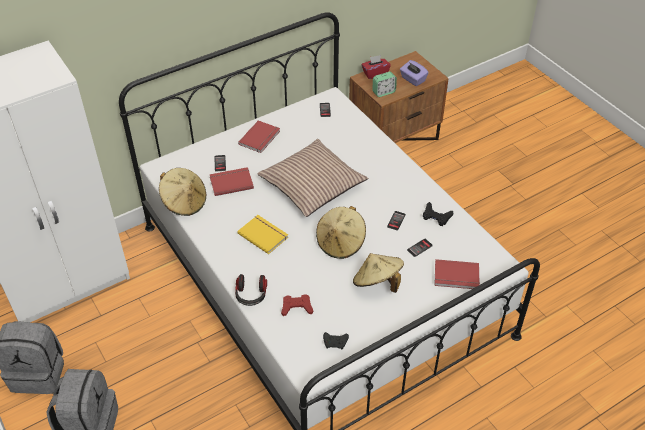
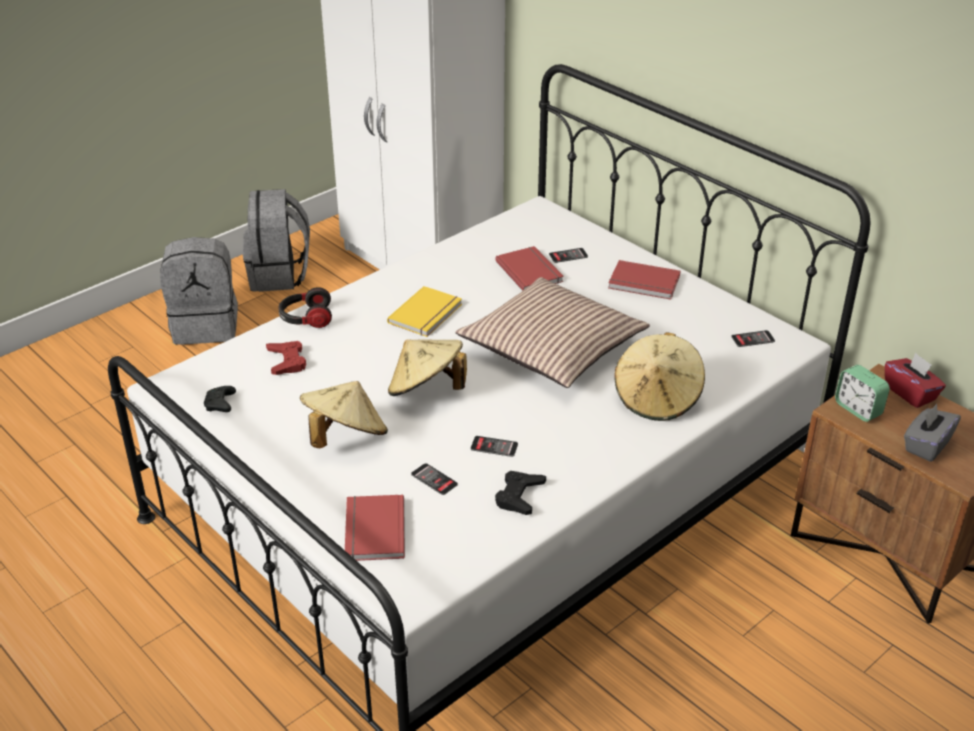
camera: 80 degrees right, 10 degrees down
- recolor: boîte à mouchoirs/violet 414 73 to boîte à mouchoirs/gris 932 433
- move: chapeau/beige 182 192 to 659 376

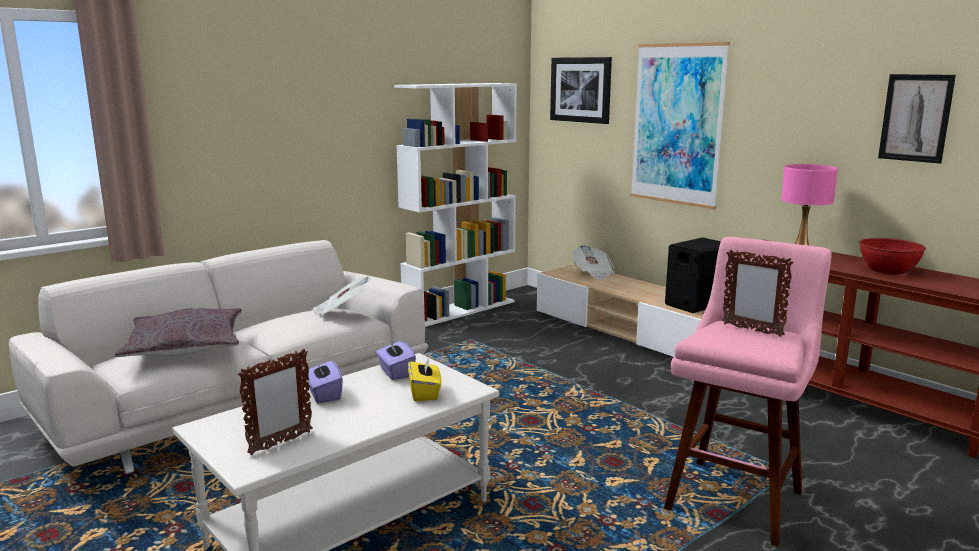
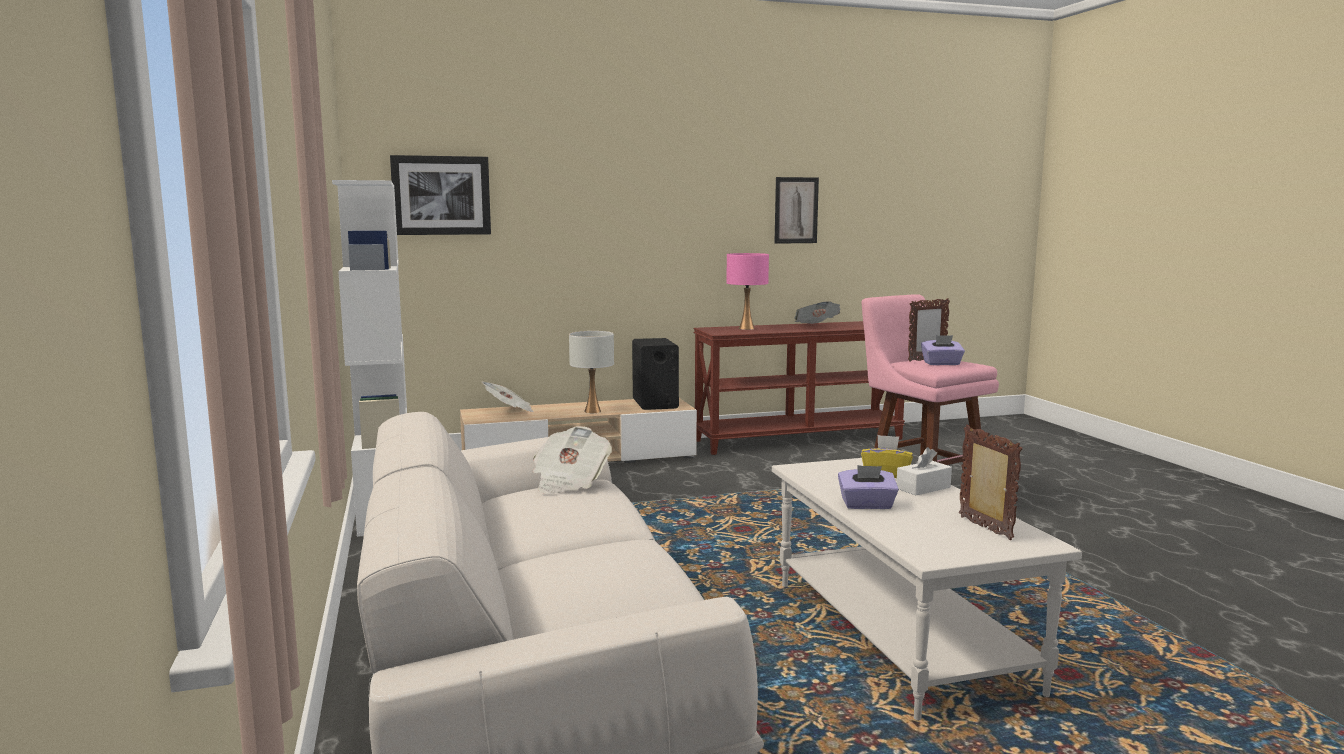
camera: 65 degrees left, 5 degrees down
- delete: tableau 680 125
- replace: bol/rouge 892 256 to journal 817 312
- delete: coussin/gris 178 332
- move: boîte à mouchoirs/violet 396 360 to 943 350
- insert: lampe de table/blanc 591 372
- insert: boîte à mouchoirs/blanc 924 471

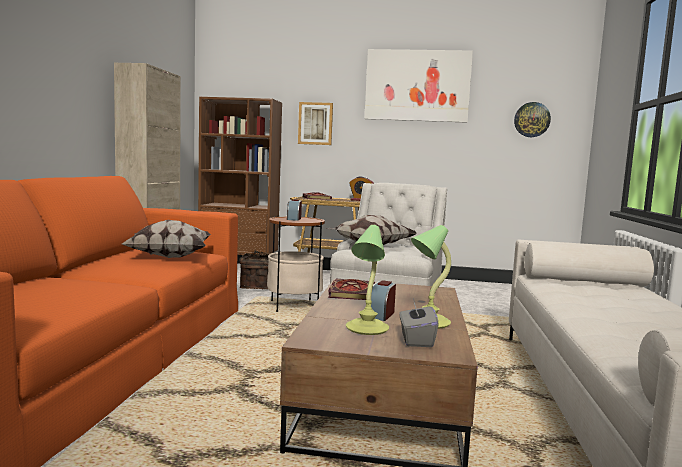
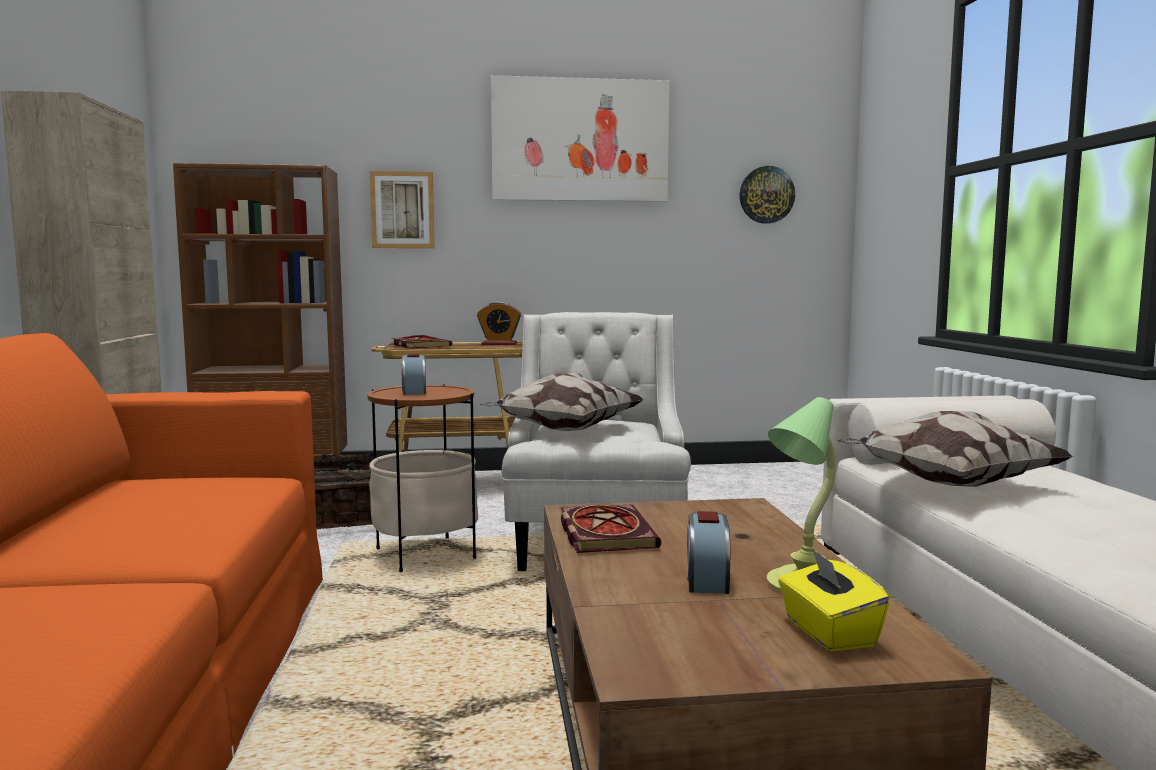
camera: 15 degrees left, 0 degrees up
- move: coussin 166 239 to 955 449
- delete: lampe de table 367 280
- recolor: boîte à mouchoirs/gris 419 322 to boîte à mouchoirs/jaune 834 600

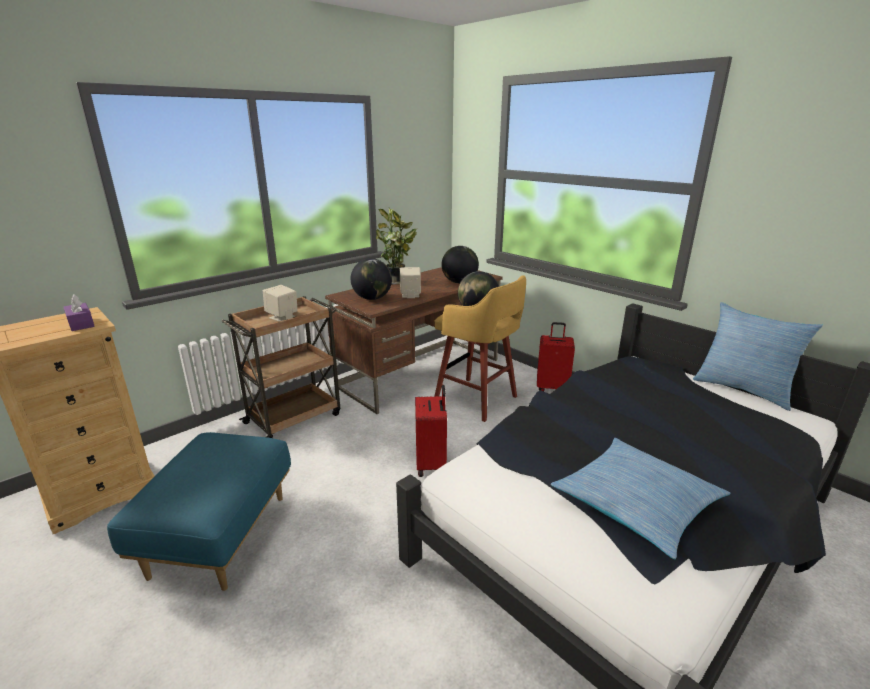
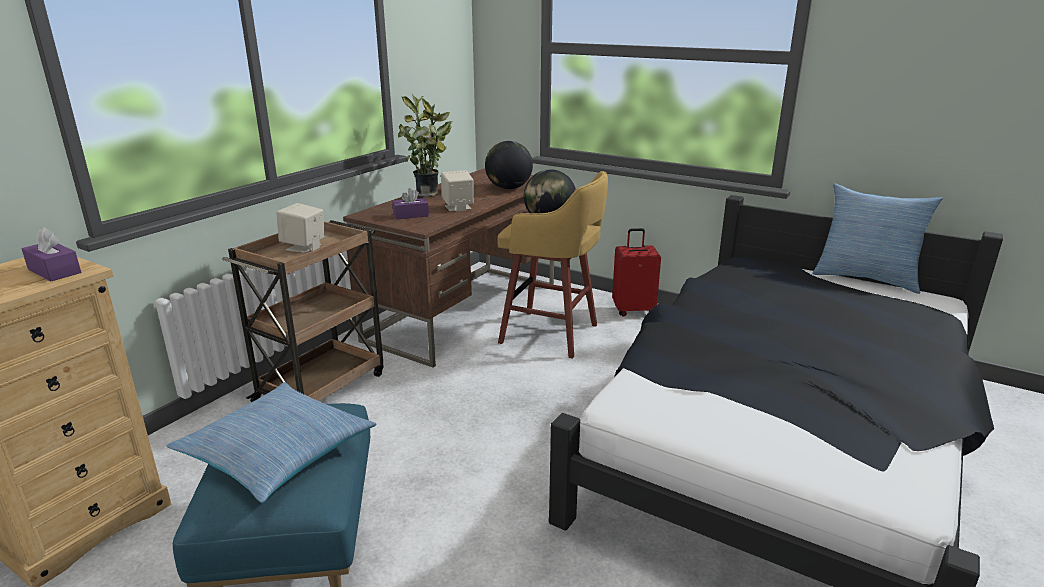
camera: 15 degrees left, 0 degrees up
- replace: globe 371 279 to boîte à mouchoirs/violet 410 203
- delete: valise/rouge 431 431
- move: coussin 640 498 to 272 442

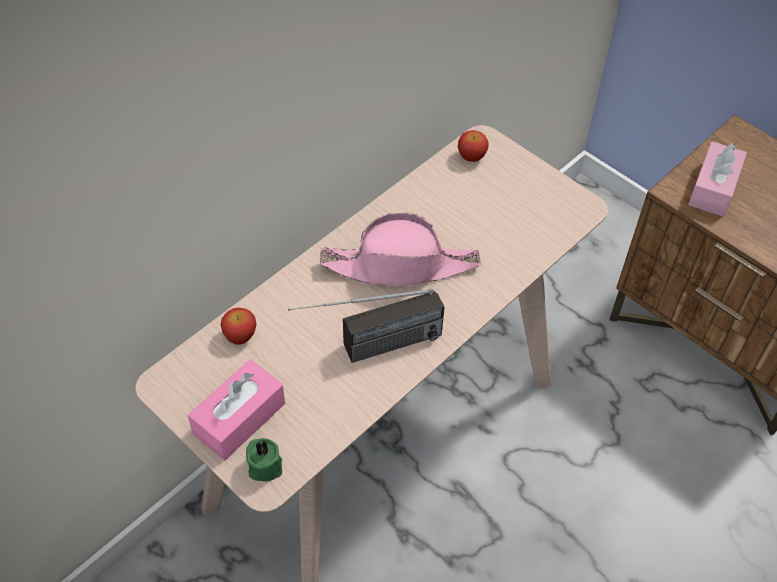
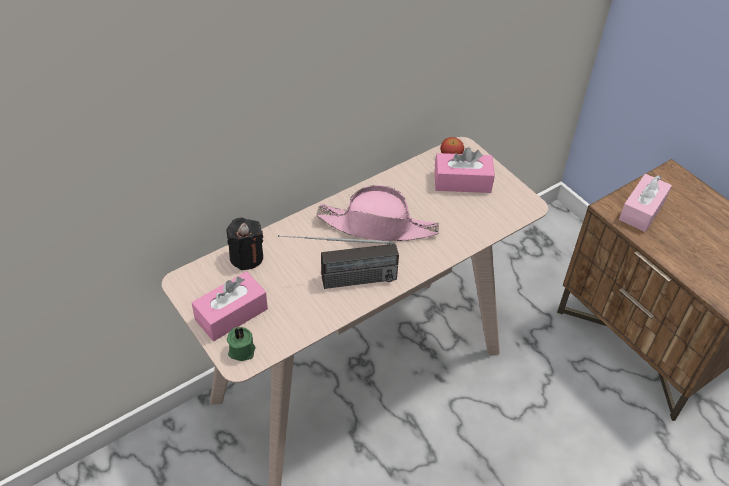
camera: 10 degrees right, 5 degrees down
- replace: pomme 239 326 to bougie/noir 244 244
- insert: boîte à mouchoirs/rose 465 170

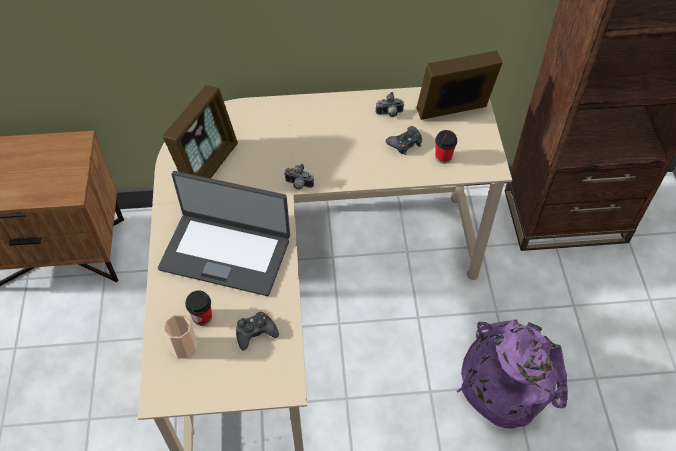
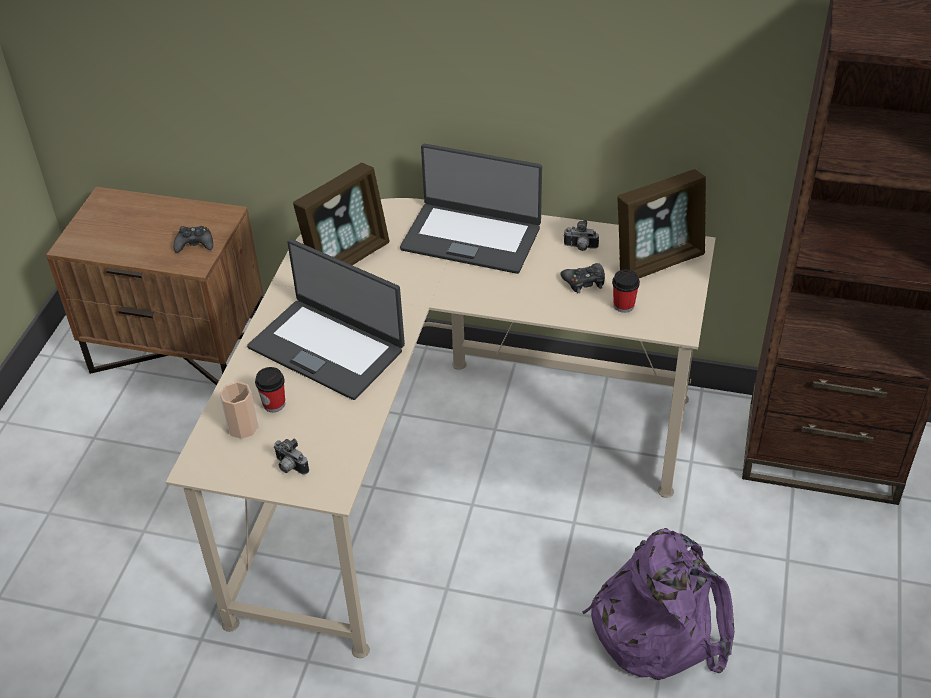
camera: 20 degrees right, 10 degrees down
- rotate: cadre photo 459 85 = 662 223 150 degrees clockwise
- move: appareil photo 299 177 to 291 457
- move: manette/noir 257 331 to 193 239
- insert: ordinateur portable 471 209

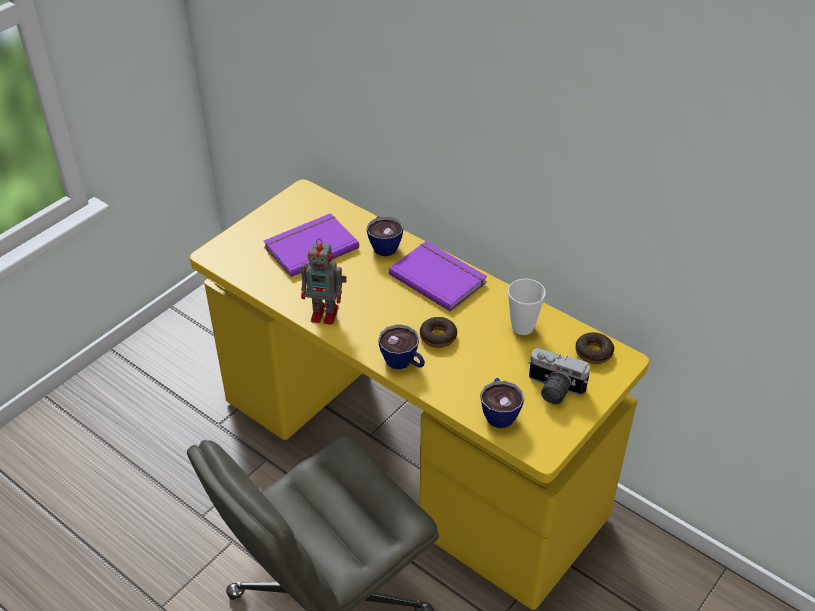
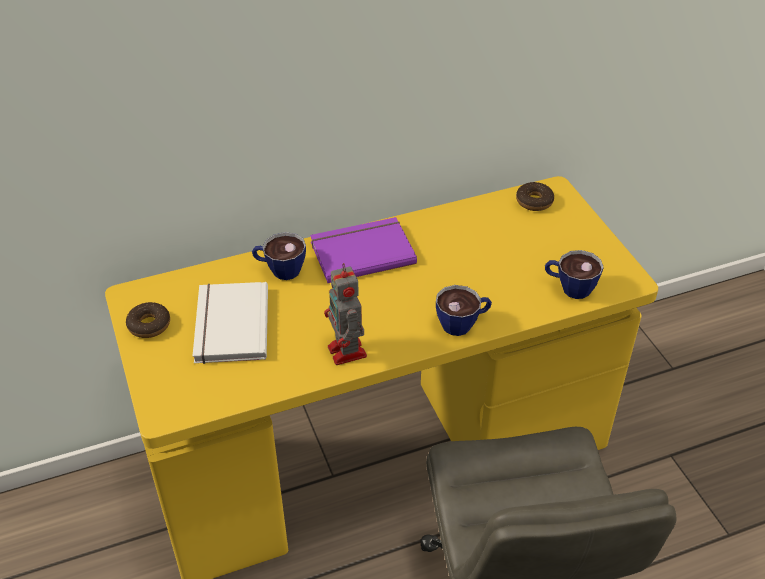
camera: 60 degrees left, 0 degrees up
- recolor: livre/violet 311 245 to livre/blanc 230 323
- rotate: robot jouet 324 282 = 345 314 120 degrees clockwise
- delete: tasse 527 307
- move: beignet 438 332 to 148 320
- delete: appareil photo 559 376

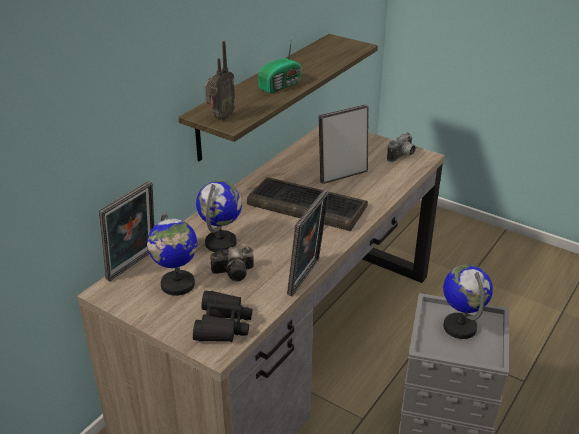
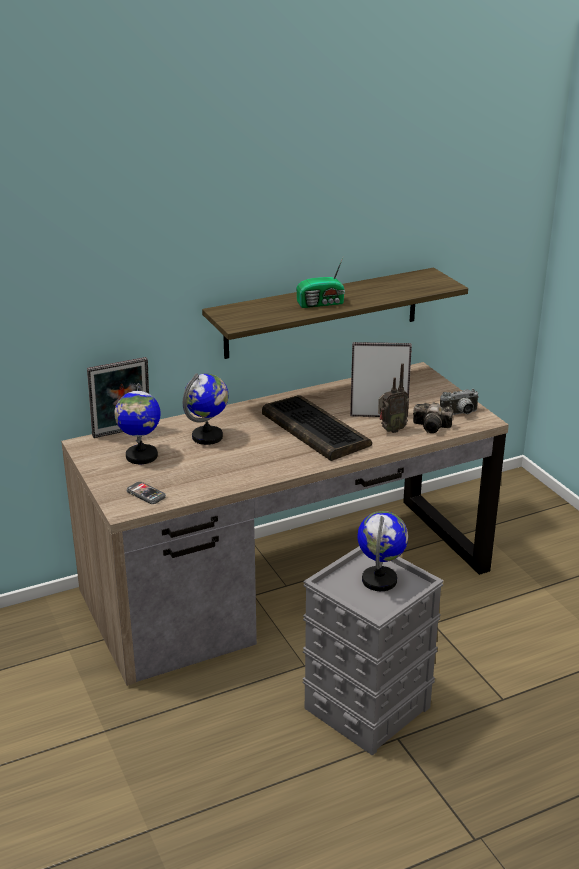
camera: 30 degrees right, 5 degrees down
- move: radio 219 80 to 393 398
- delete: cadre photo 308 243
- move: appareil photo 232 263 to 433 417
- replace: jumelles/noir 222 316 to téléphone 146 493

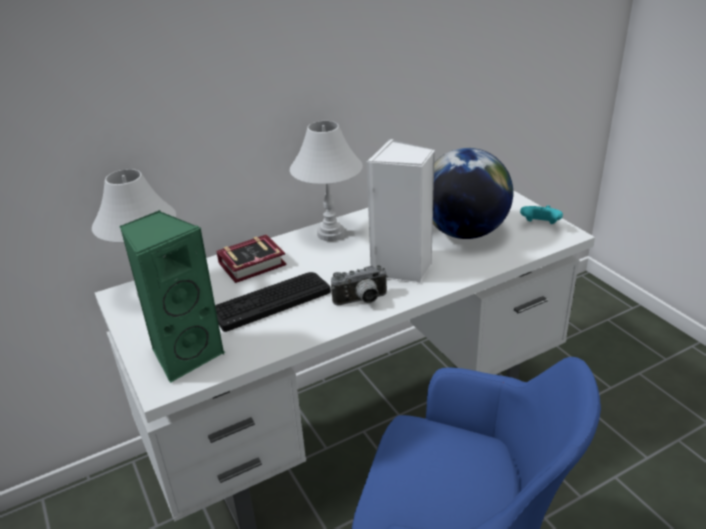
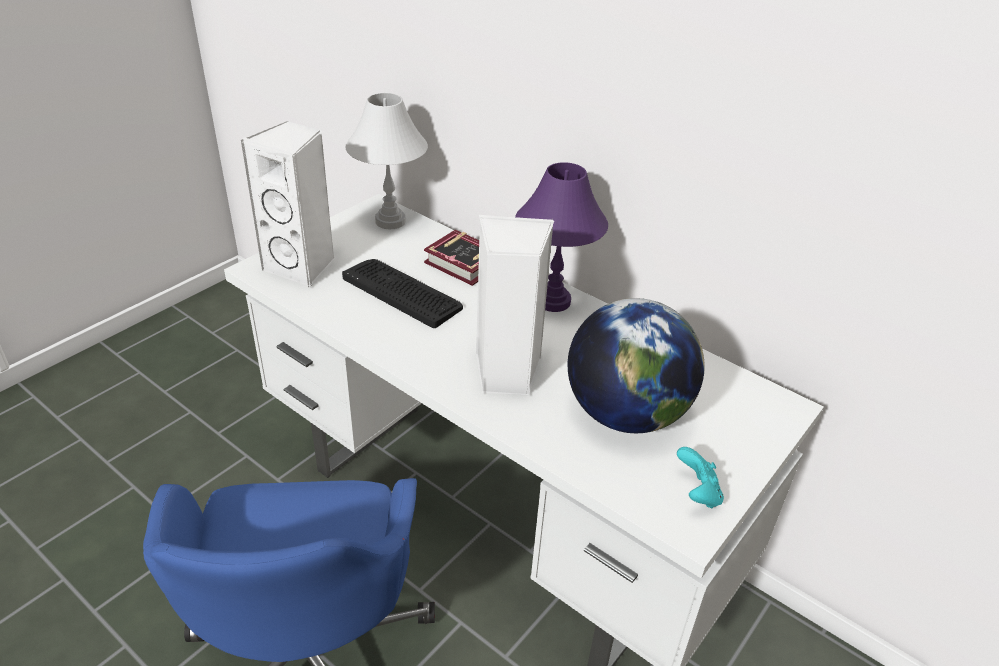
camera: 65 degrees right, 5 degrees up
- recolor: lampe de table/blanc 326 181 to lampe de table/violet 561 237
- recolor: enceinte/vert 172 296 to enceinte/blanc 287 204
- delete: appareil photo 359 285

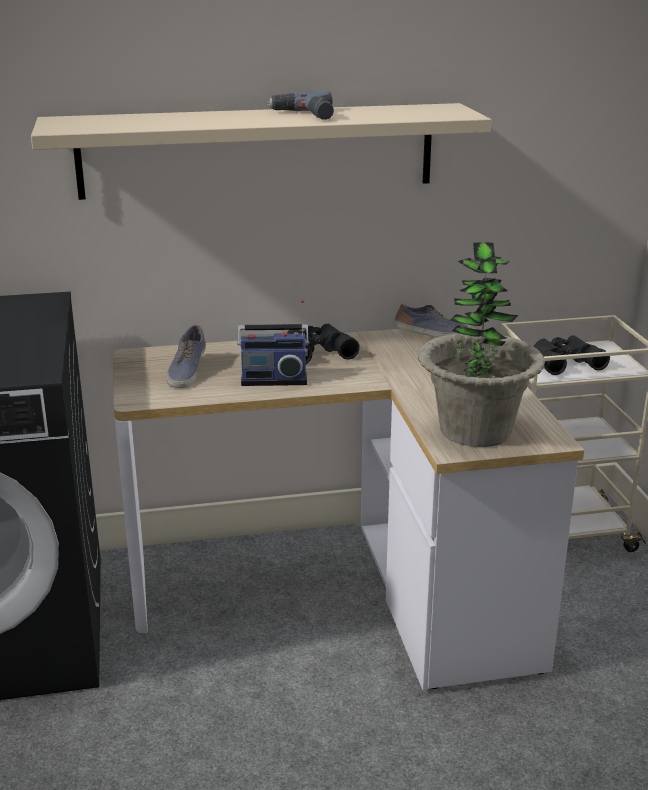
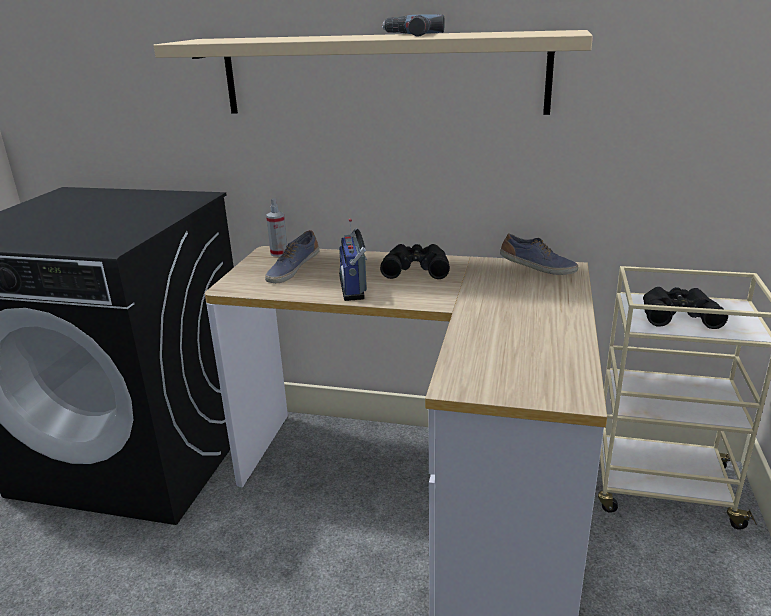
camera: 25 degrees right, 0 degrees up
- delete: plante en pot 481 344
- rotate: radio 273 343 = 353 259 60 degrees clockwise
- insert: vaporisateur 276 227

